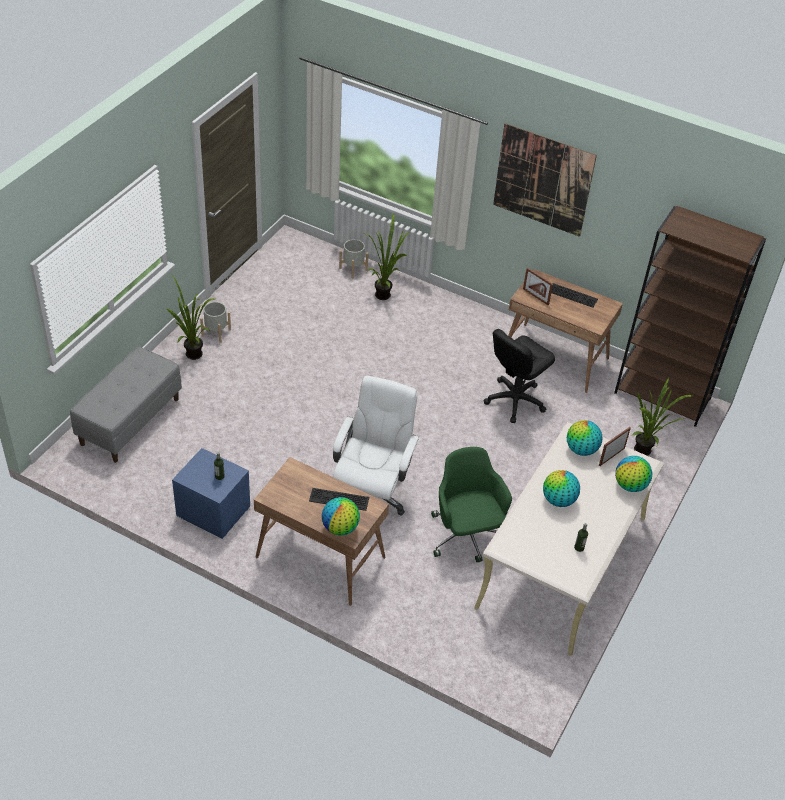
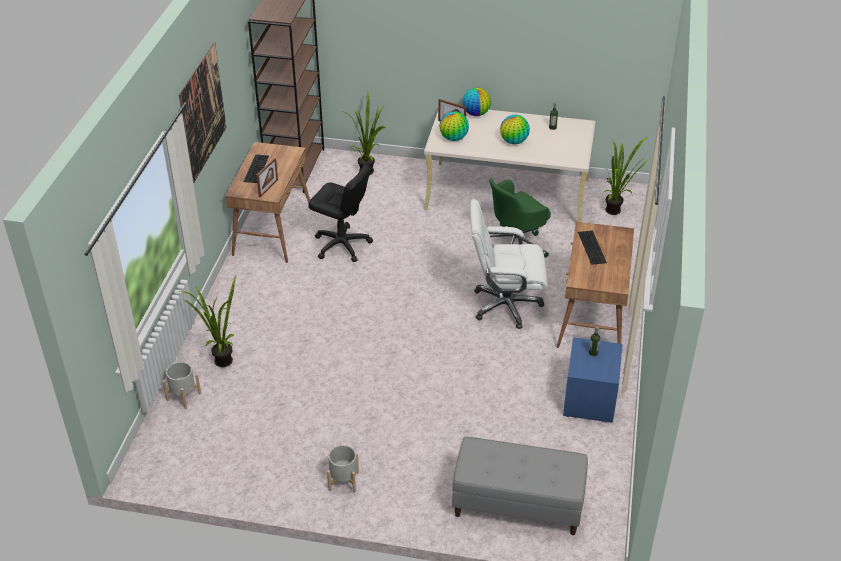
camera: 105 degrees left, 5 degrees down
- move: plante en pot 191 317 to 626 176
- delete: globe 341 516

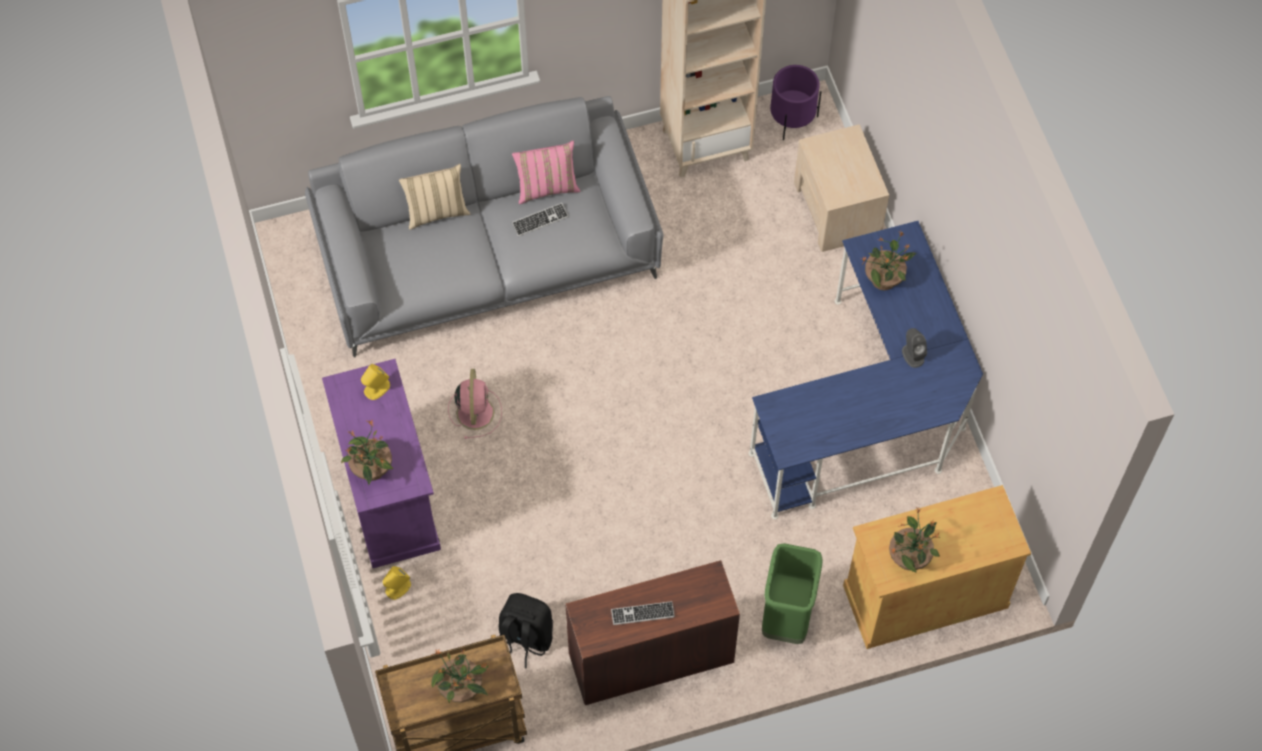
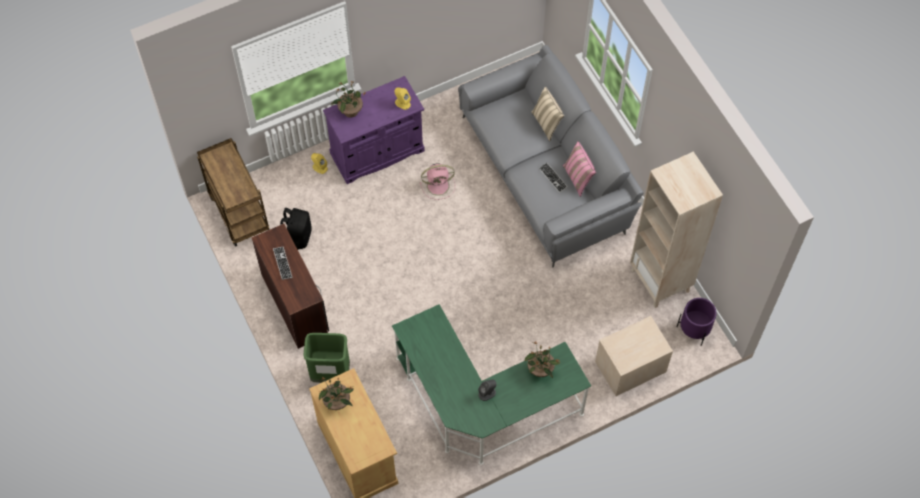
camera: 80 degrees right, 0 degrees up
- recolor: bureau/bleu 865 370 to bureau/vert 491 384
- delete: plante en pot 460 676

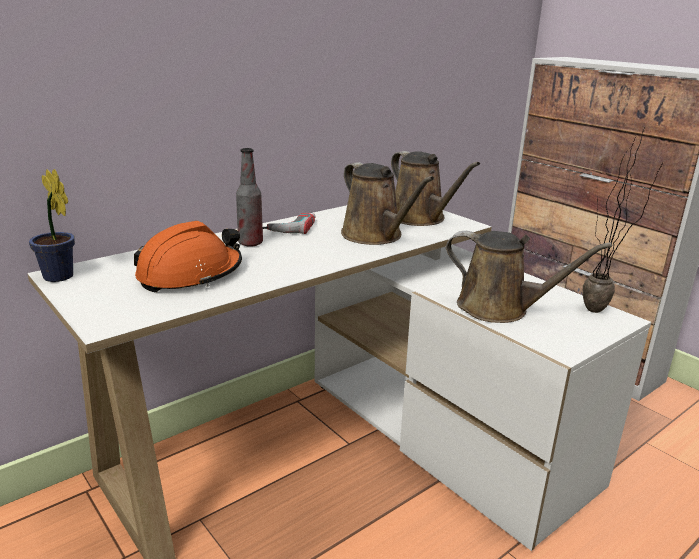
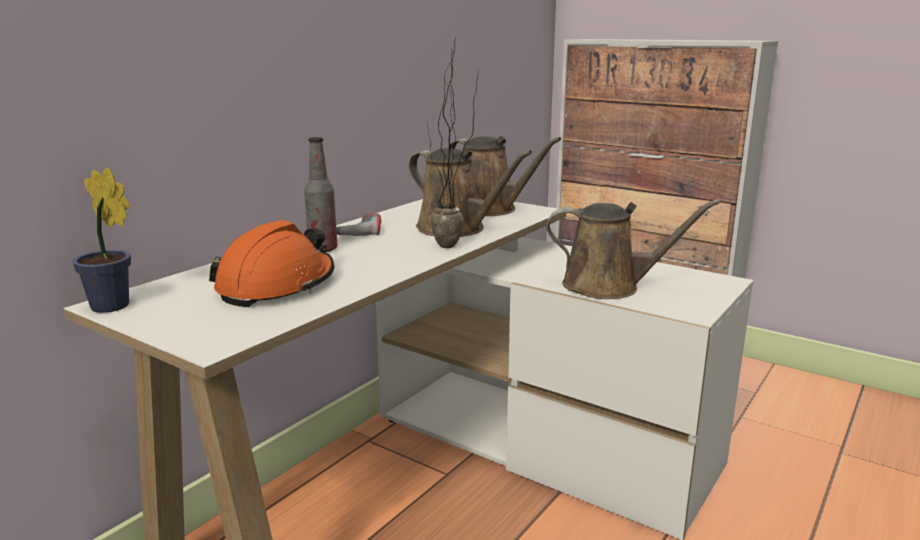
camera: 15 degrees left, 5 degrees down
- move: plante en pot 623 221 to 452 143

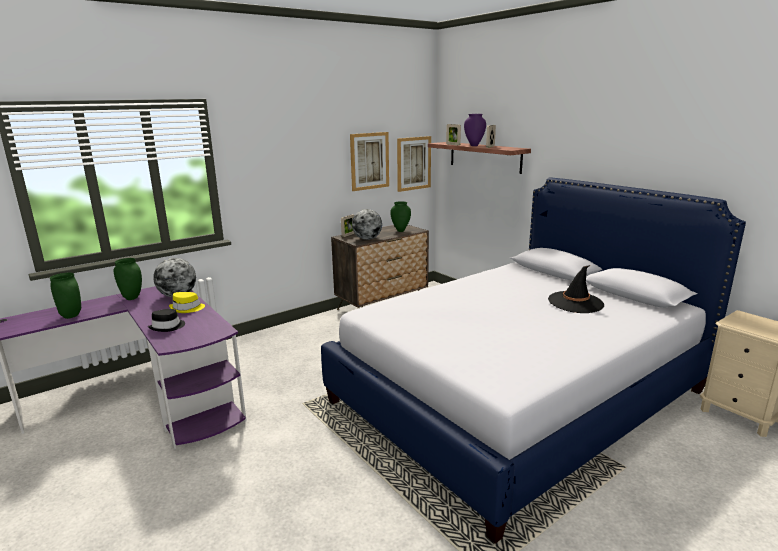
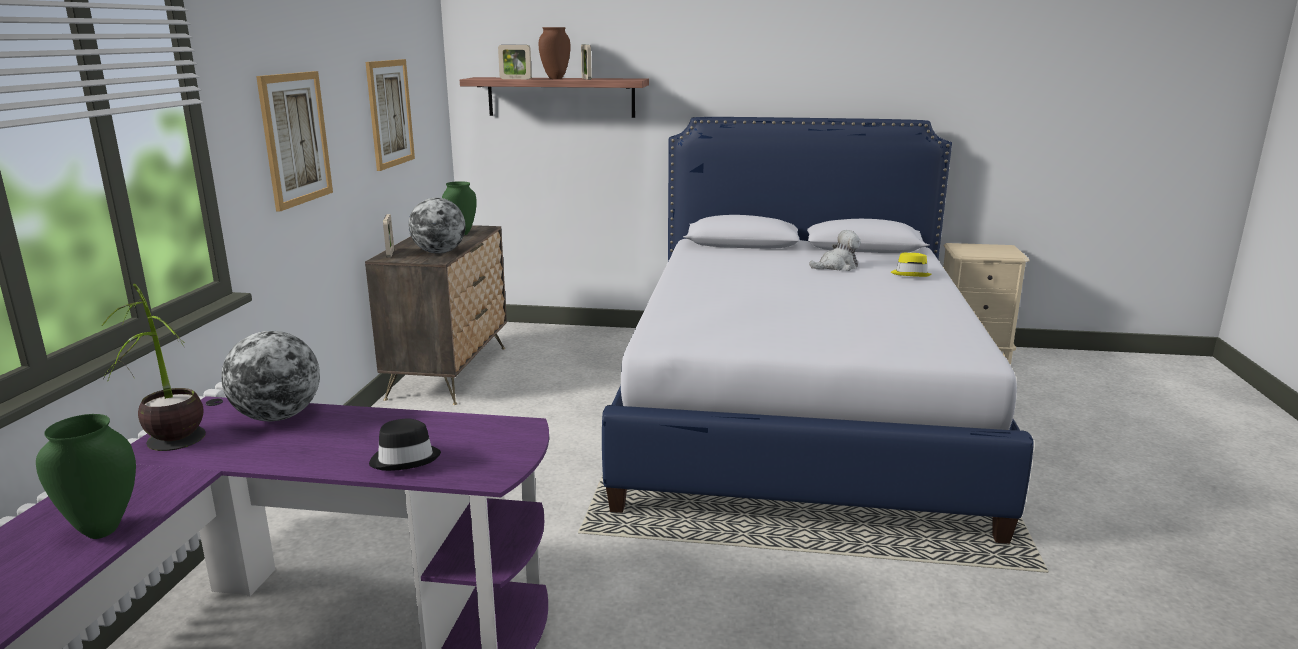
camera: 45 degrees left, 0 degrees up
- recolor: vase/violet 475 130 to vase/marron 554 53
- move: tableau 414 164 to 294 141
- replace: vase/vert 128 279 to plante en pot 154 367
- replace: chapeau/noir 576 289 to peluche 835 250
- move: chapeau/jaune 187 302 to 910 265

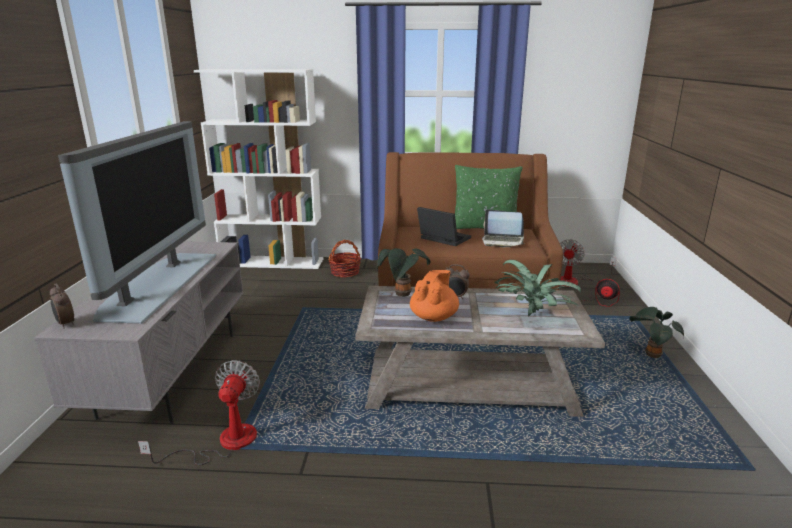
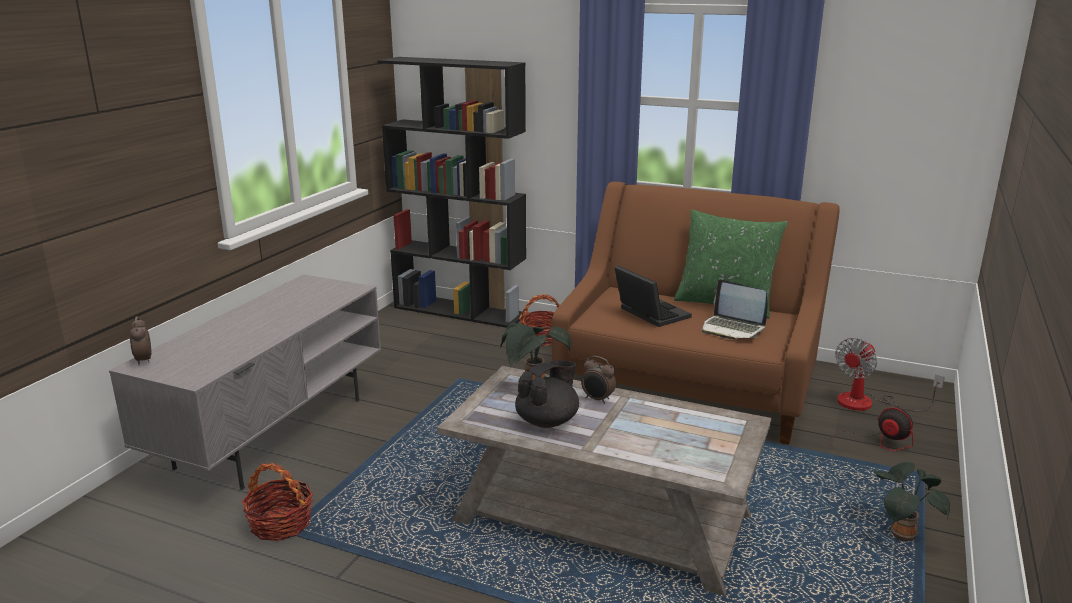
camera: 20 degrees right, 0 degrees up
- recolor: bibliothèque/blanc 259 169 to bibliothèque/noir 452 192
- delete: téléviseur 137 222
- delete: plante en pot 538 288
- recolor: théière/orange 434 296 to théière/noir 547 394
- replace: ventilateur 199 412 to panier 277 501

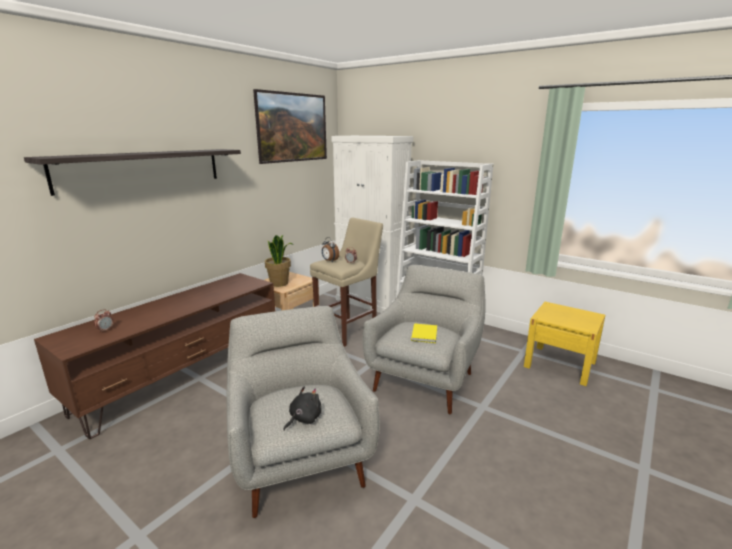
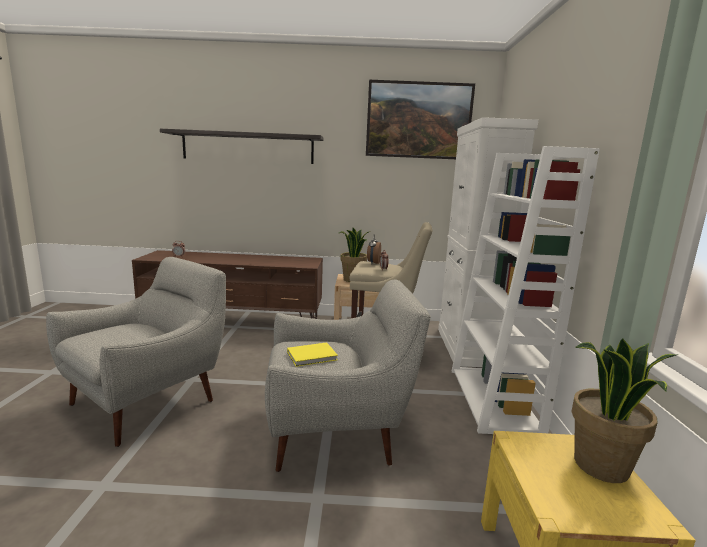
camera: 55 degrees right, 5 degrees down
- delete: peluche/noir 302 408
- insert: plante en pot 624 410

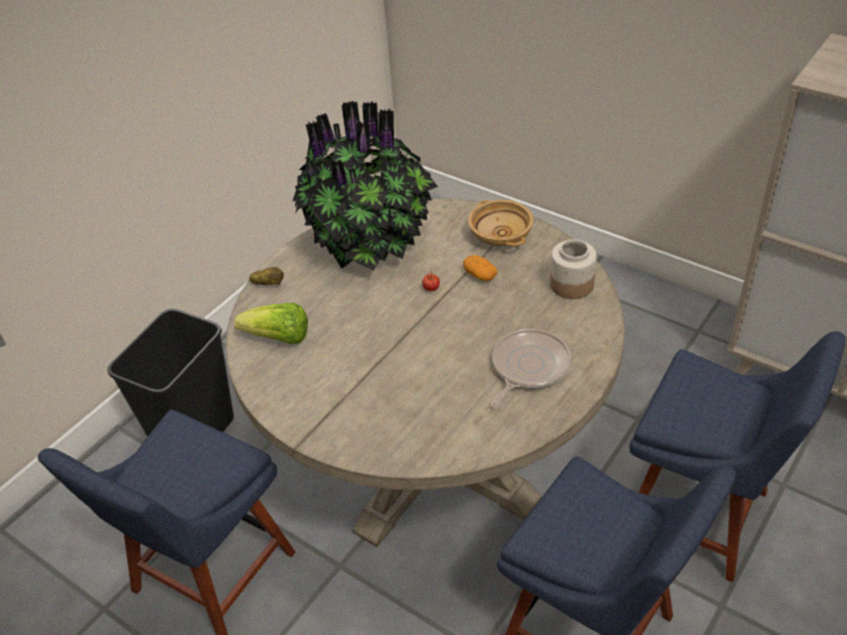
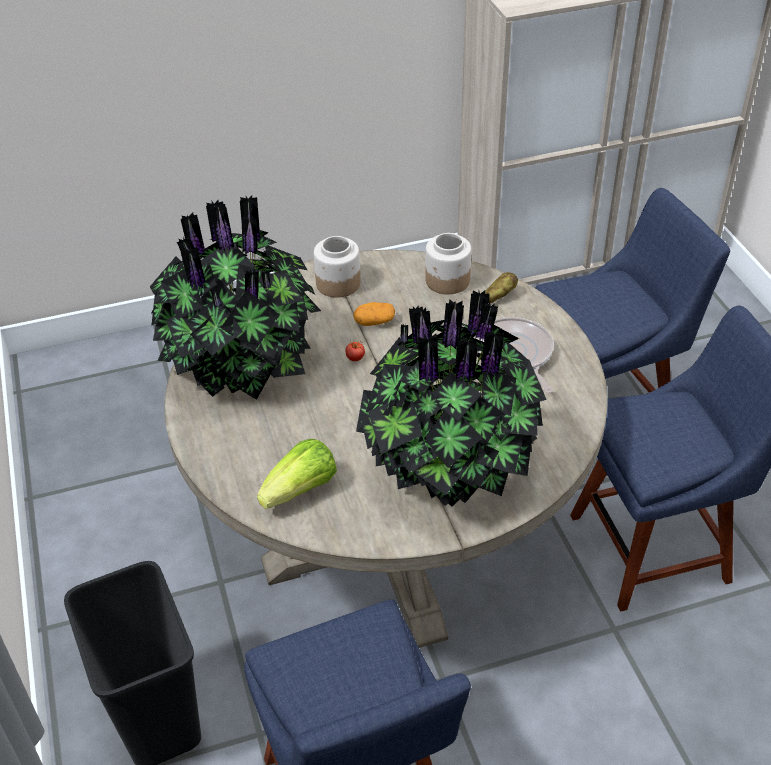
camera: 55 degrees left, 0 degrees up
- replace: bol/beige 501 223 to bocal 337 267
- move: pomme de terre 266 276 to 501 287
- insert: plante en pot 451 398

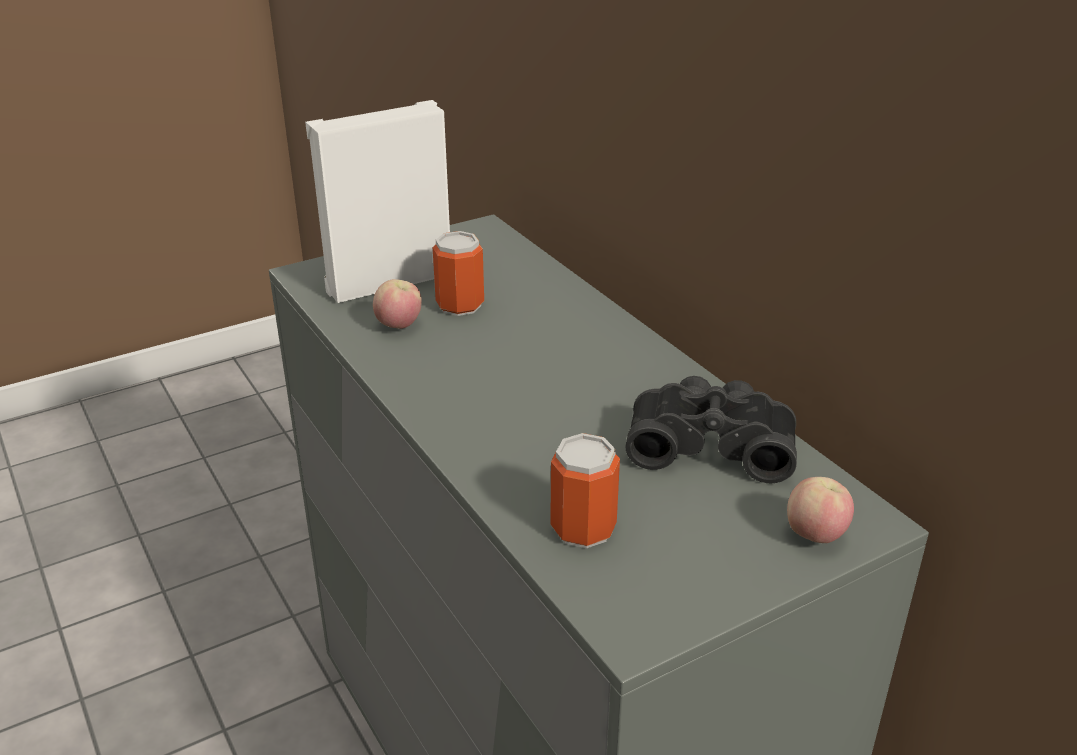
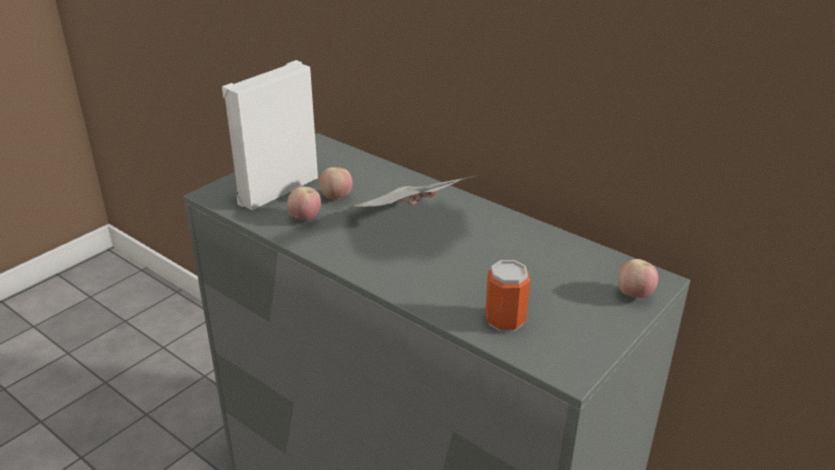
camera: 20 degrees left, 0 degrees up
- replace: boîte métallique 458 273 to pomme 336 183
- delete: jumelles/noir 711 429
- insert: journal 412 191

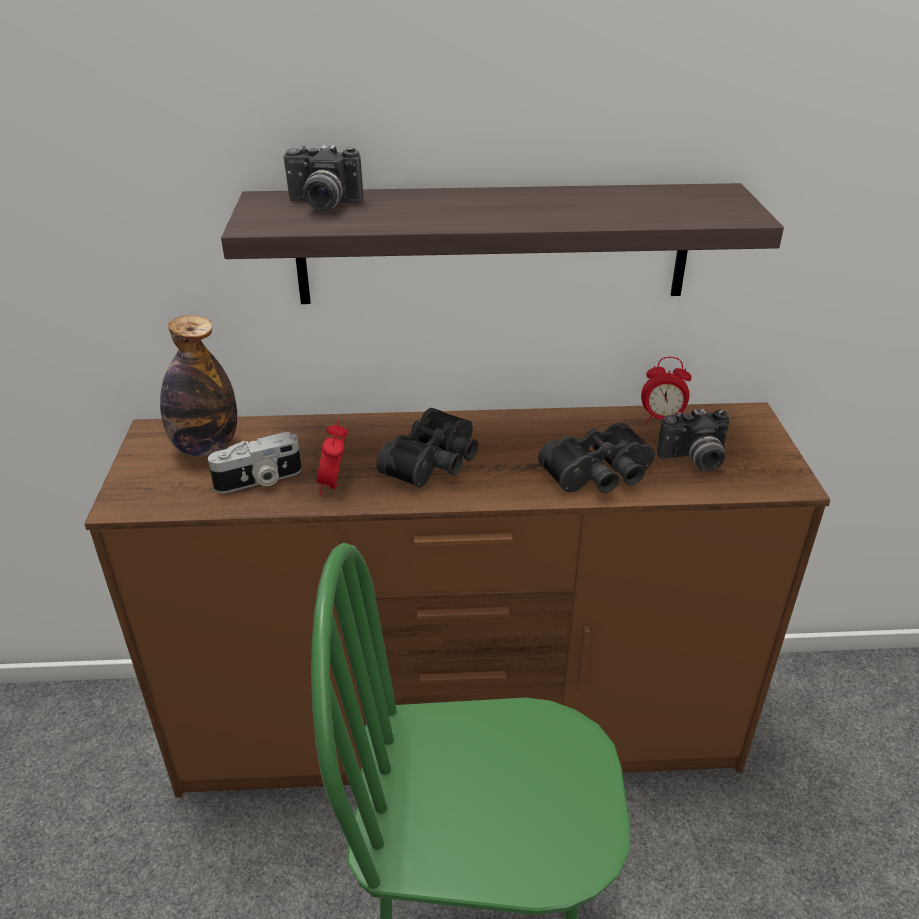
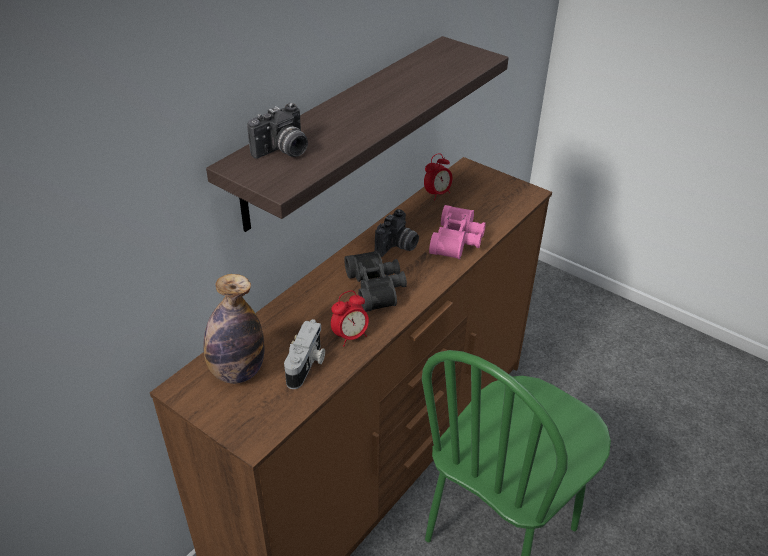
camera: 50 degrees left, 5 degrees up
- move: appareil photo 693 439 to 397 233
- rotate: réveil 332 457 = 350 318 75 degrees counterclockwise
- recolor: jumelles/noir 596 458 to jumelles/rose 457 232

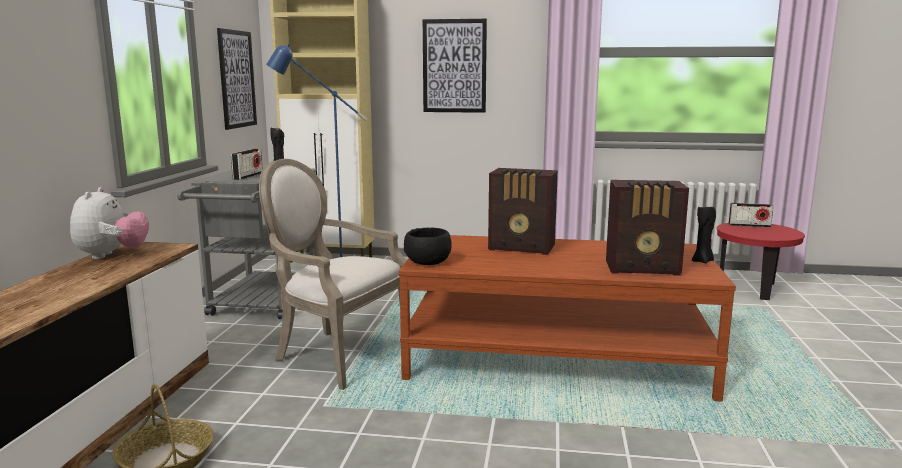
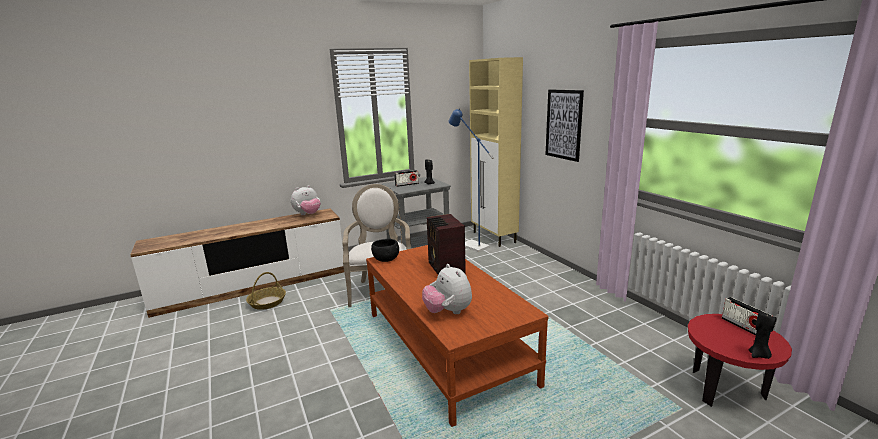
camera: 55 degrees right, 5 degrees up
- delete: tableau 237 79
- replace: radio 647 228 to peluche 447 289
- move: bougie/noir 704 233 to 763 335

